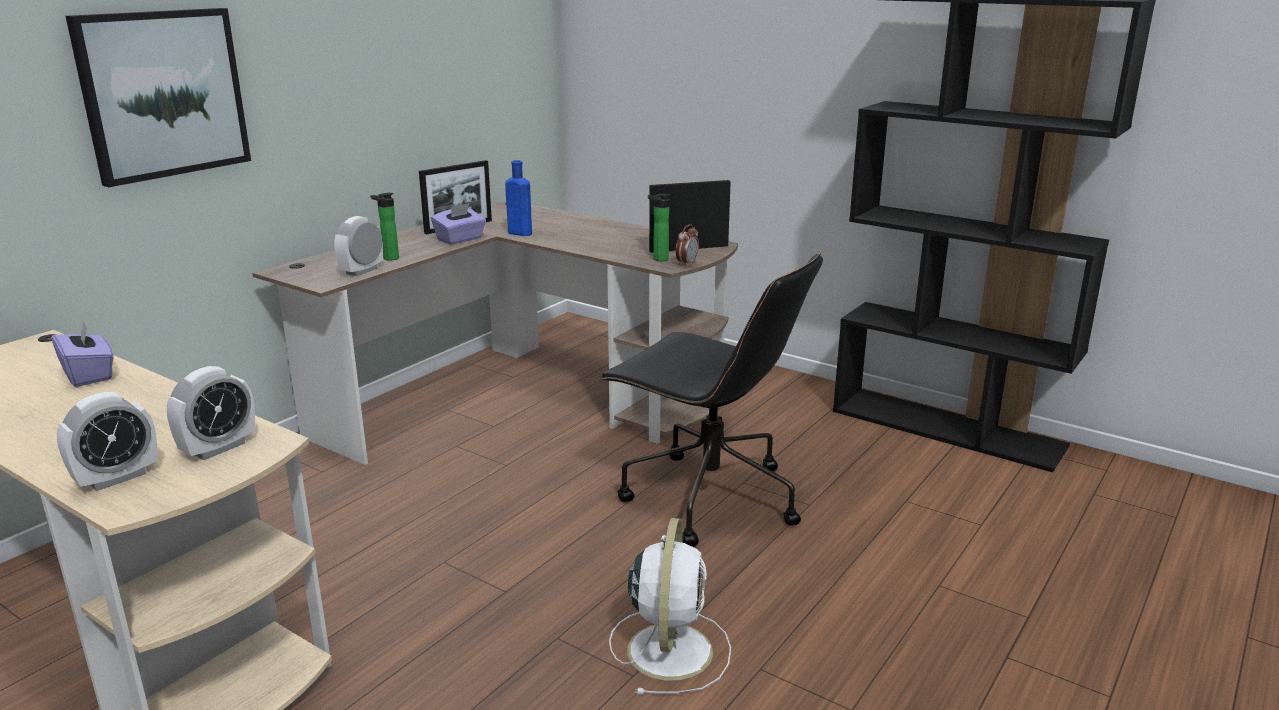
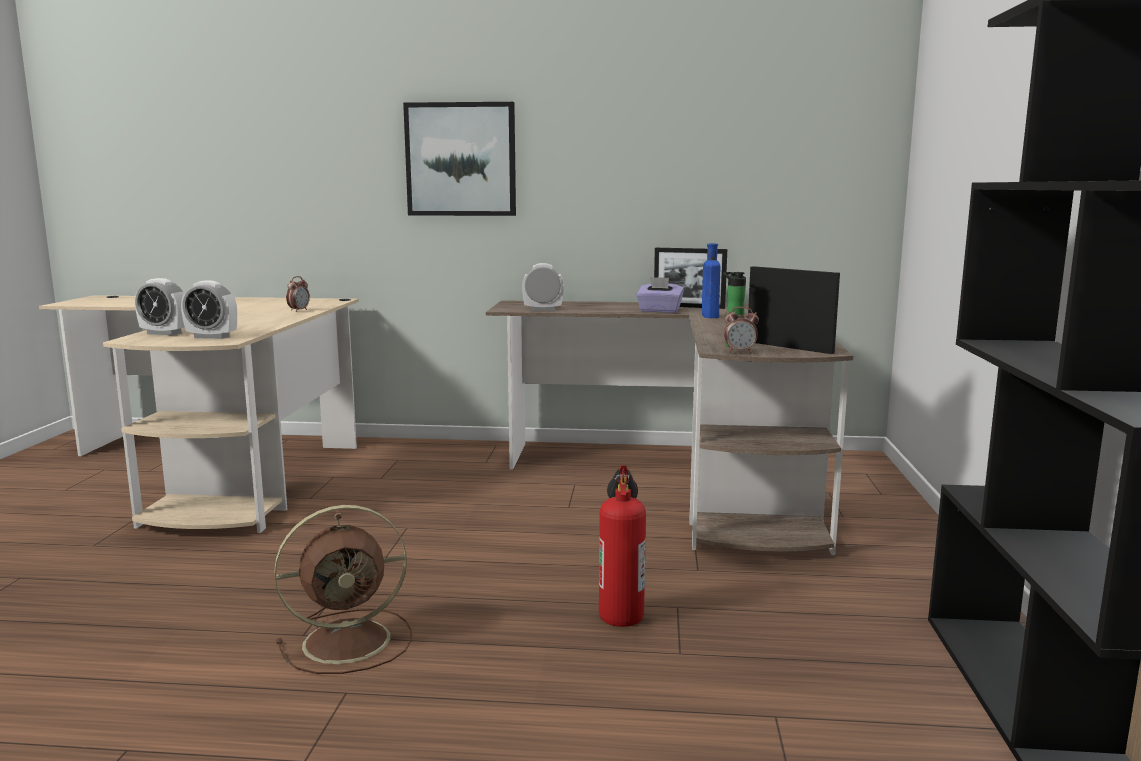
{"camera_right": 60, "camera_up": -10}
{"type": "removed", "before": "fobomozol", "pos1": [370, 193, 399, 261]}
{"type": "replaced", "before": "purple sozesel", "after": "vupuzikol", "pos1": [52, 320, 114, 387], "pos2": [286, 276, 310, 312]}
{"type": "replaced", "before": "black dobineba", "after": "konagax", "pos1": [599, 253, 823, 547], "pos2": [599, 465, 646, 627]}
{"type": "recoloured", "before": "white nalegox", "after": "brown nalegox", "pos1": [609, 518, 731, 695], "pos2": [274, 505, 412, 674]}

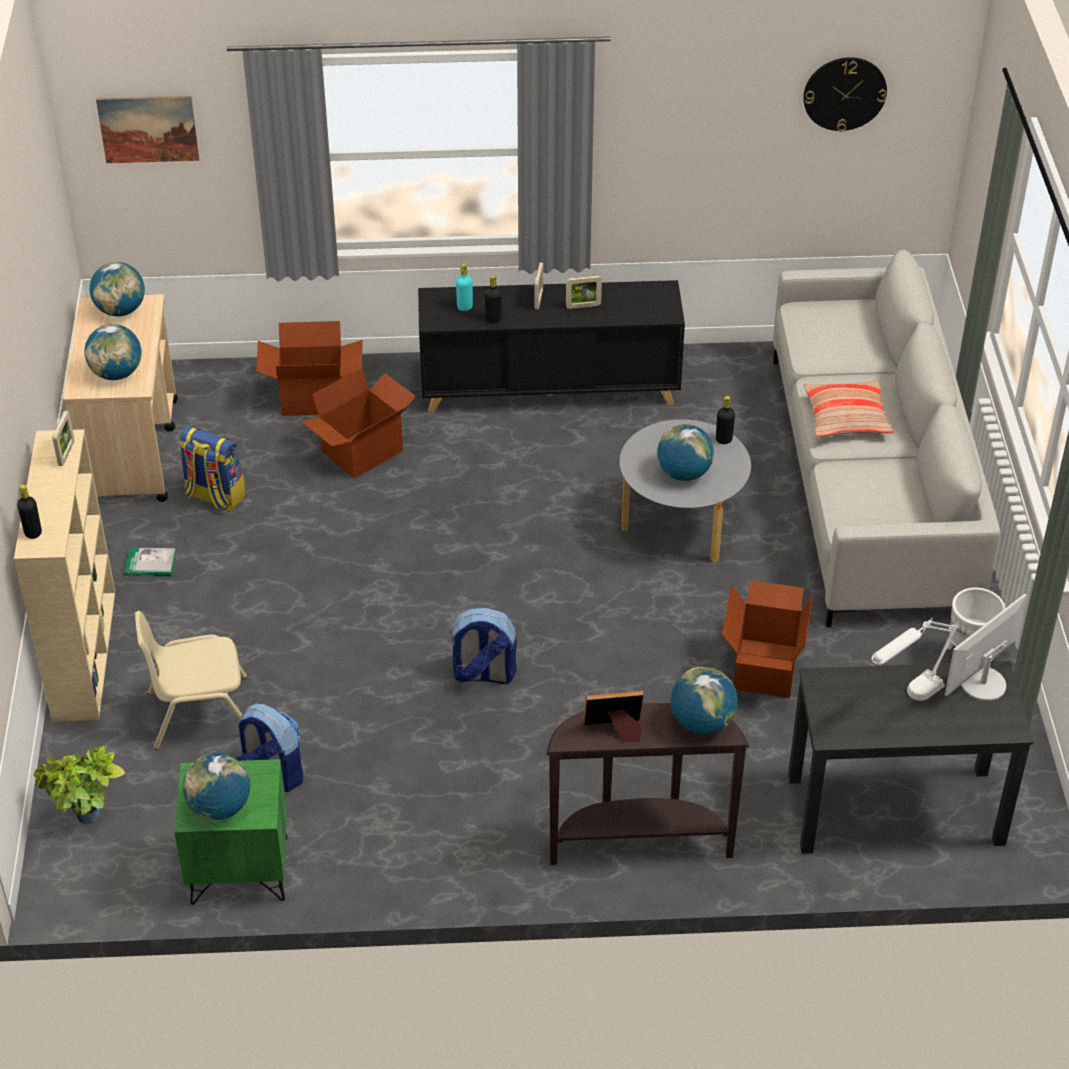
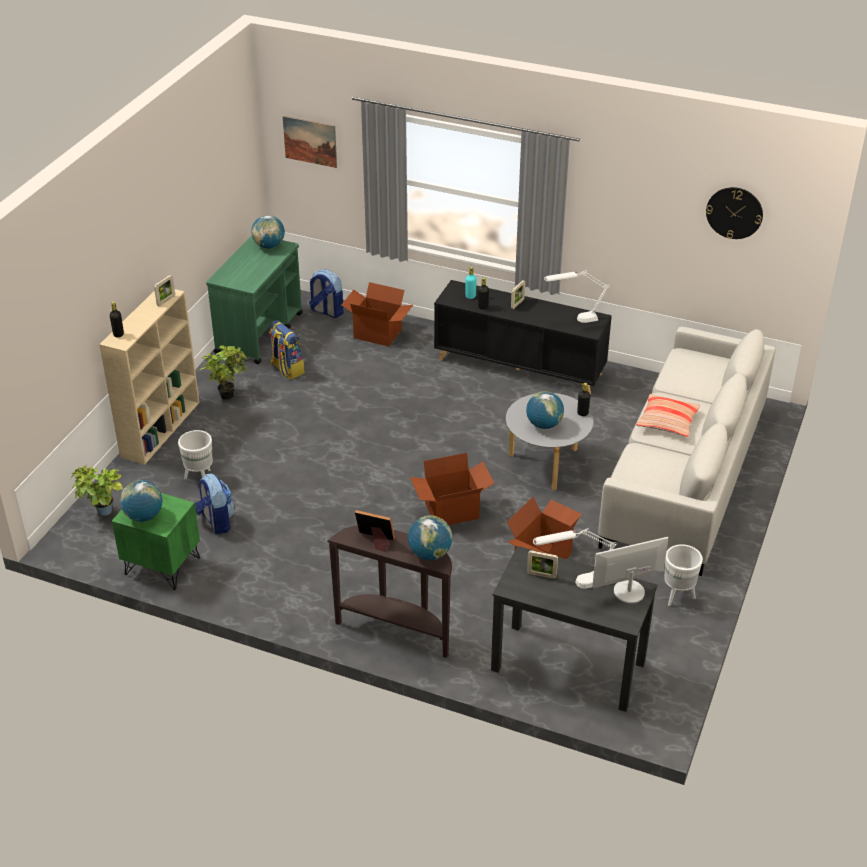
{"camera_right": 25, "camera_up": -5}
{"type": "removed", "before": "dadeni", "pos1": [84, 324, 142, 380]}
{"type": "added", "after": "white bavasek", "pos2": [544, 270, 609, 323]}
{"type": "moved", "before": "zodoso", "pos1": [301, 367, 416, 479], "pos2": [410, 453, 495, 525]}
{"type": "moved", "before": "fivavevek", "pos1": [449, 608, 517, 684], "pos2": [309, 269, 344, 318]}
{"type": "moved", "before": "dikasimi", "pos1": [566, 275, 602, 309], "pos2": [527, 550, 558, 579]}
{"type": "replaced", "before": "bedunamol", "after": "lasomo", "pos1": [124, 548, 176, 576], "pos2": [199, 346, 247, 400]}
{"type": "replaced", "before": "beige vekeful", "after": "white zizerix", "pos1": [135, 611, 247, 750], "pos2": [178, 430, 213, 479]}
{"type": "recoloured", "before": "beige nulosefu", "after": "green nulosefu", "pos1": [63, 294, 178, 502], "pos2": [206, 236, 303, 364]}

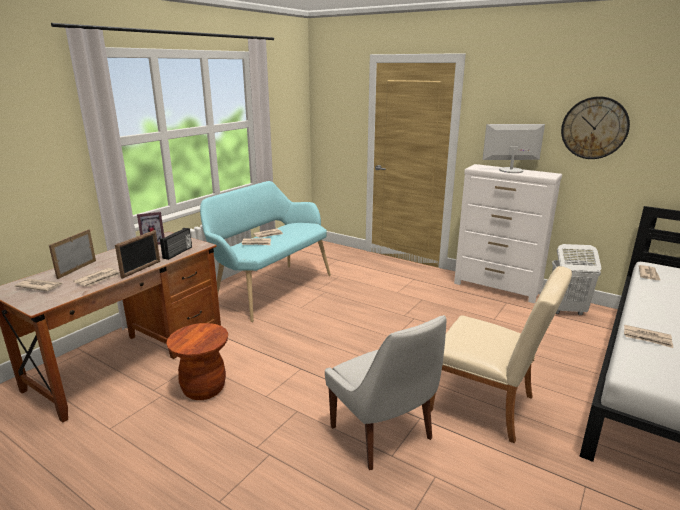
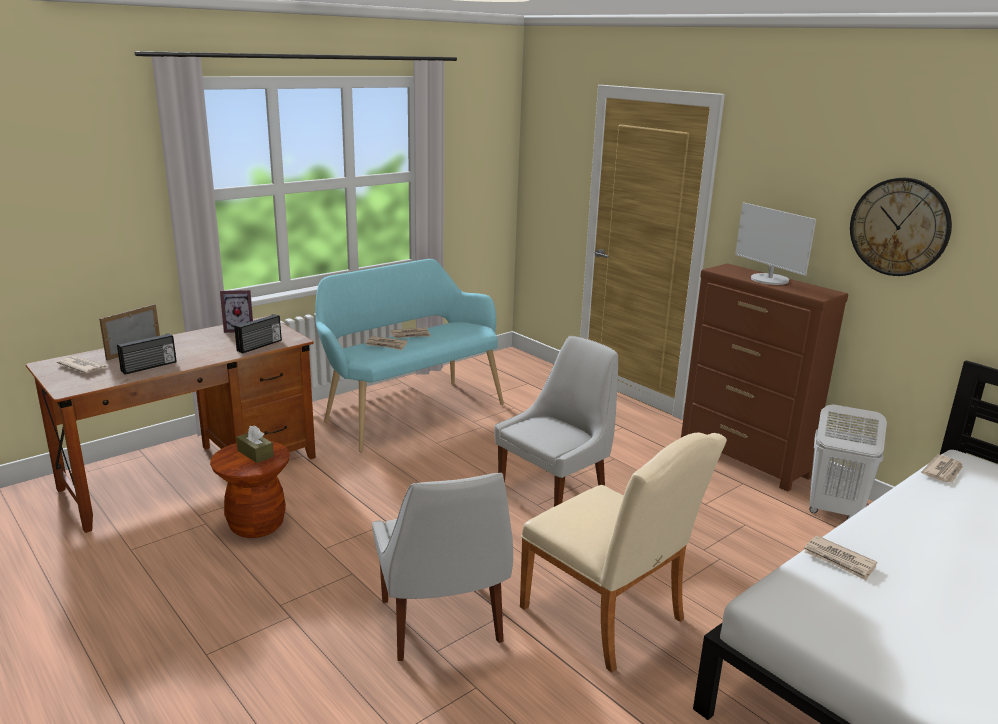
{"camera_right": 15, "camera_up": 0}
{"type": "removed", "before": "dikasimi", "pos1": [115, 230, 160, 279]}
{"type": "added", "after": "brown sozesel", "pos2": [236, 425, 274, 463]}
{"type": "added", "after": "white vekeful", "pos2": [494, 336, 618, 507]}
{"type": "replaced", "before": "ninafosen", "after": "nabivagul", "pos1": [73, 268, 120, 287], "pos2": [117, 333, 177, 374]}
{"type": "recoloured", "before": "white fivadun", "after": "brown fivadun", "pos1": [454, 164, 562, 303], "pos2": [681, 263, 848, 492]}
{"type": "turned", "before": "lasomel", "pos1": [483, 124, 545, 173], "pos2": [735, 203, 816, 285], "turn": -135}

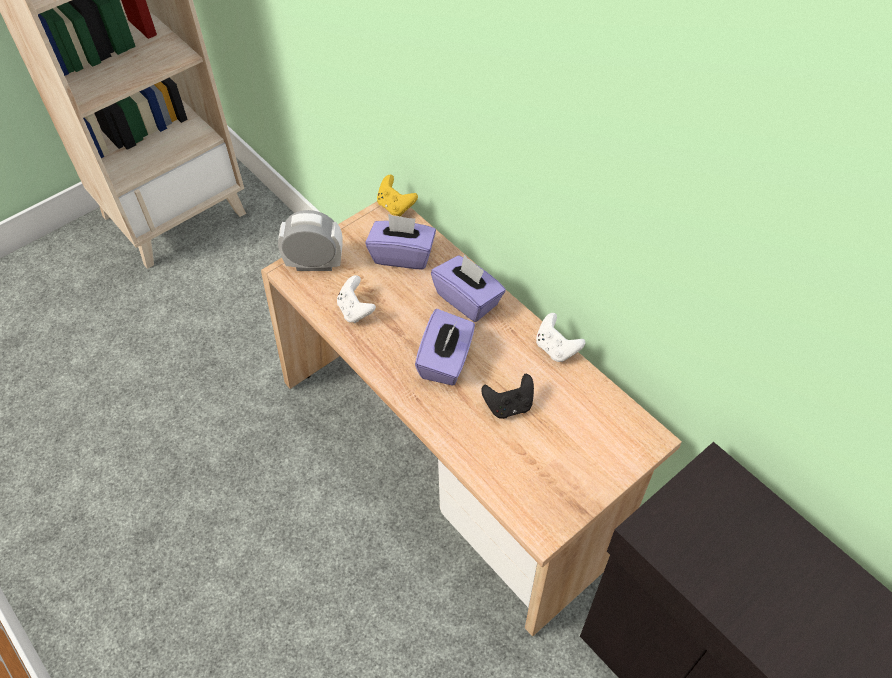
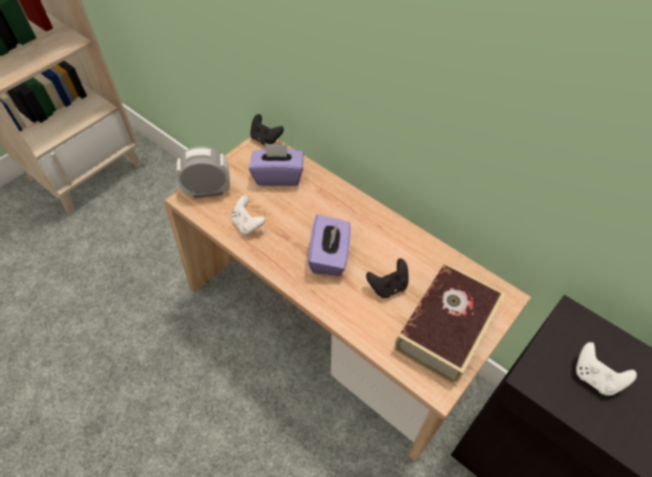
{"camera_right": -10, "camera_up": 0}
{"type": "removed", "before": "purple sozesel", "pos1": [431, 254, 506, 322]}
{"type": "added", "after": "bedunamol", "pos2": [395, 263, 506, 386]}
{"type": "moved", "before": "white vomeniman", "pos1": [536, 313, 585, 362], "pos2": [576, 342, 637, 396]}
{"type": "recoloured", "before": "yellow vomeniman", "after": "black vomeniman", "pos1": [377, 175, 418, 216], "pos2": [250, 114, 284, 146]}

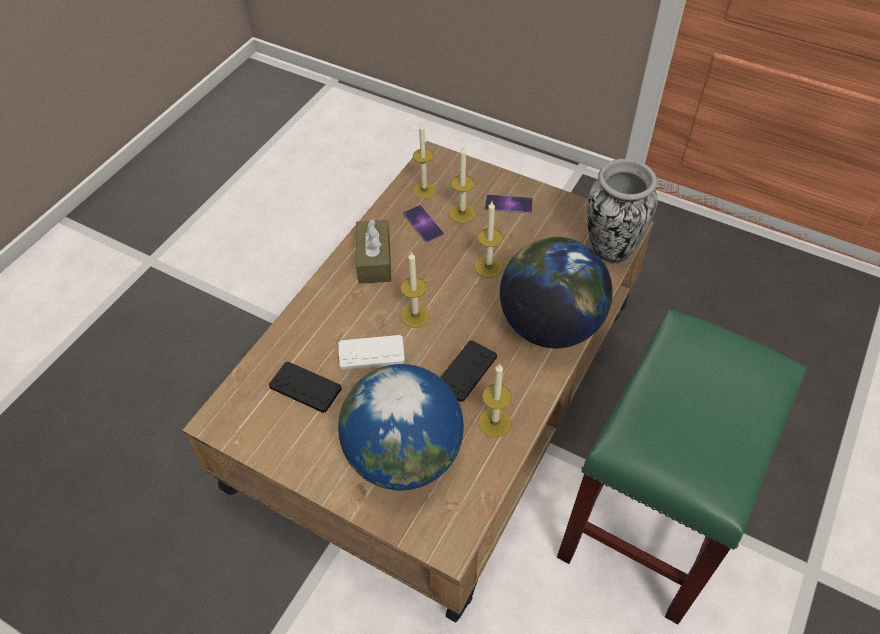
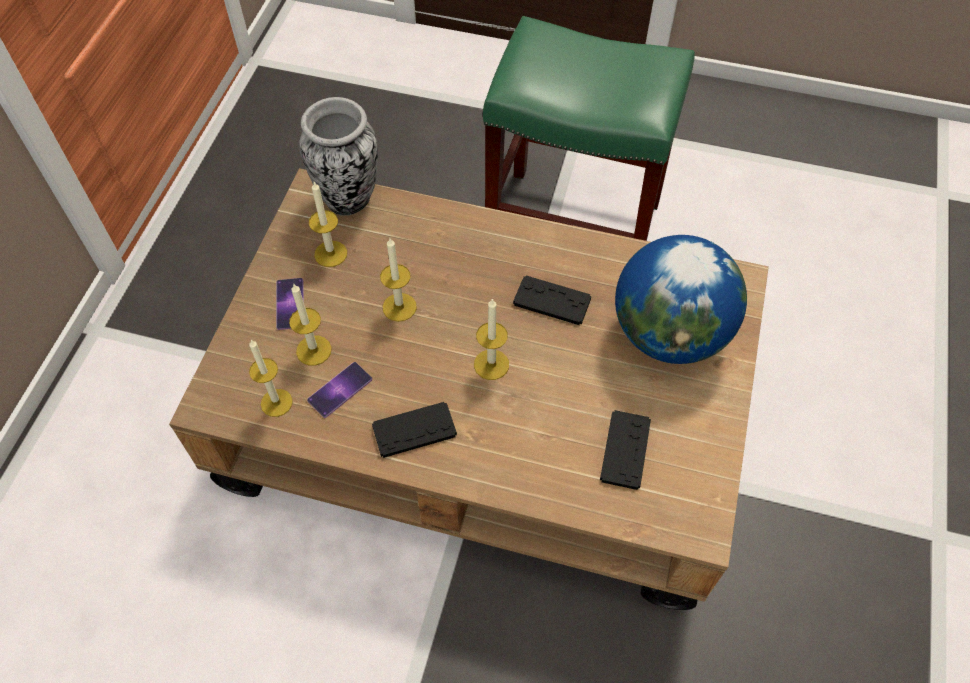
{"camera_right": -105, "camera_up": 5}
{"type": "removed", "before": "white vomeniman", "pos1": [339, 335, 405, 370]}
{"type": "removed", "before": "dadeni", "pos1": [500, 237, 613, 348]}
{"type": "moved", "before": "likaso", "pos1": [478, 363, 512, 437], "pos2": [309, 182, 347, 267]}
{"type": "replaced", "before": "brown sozesel", "after": "black vomeniman", "pos1": [356, 218, 391, 284], "pos2": [372, 402, 457, 458]}

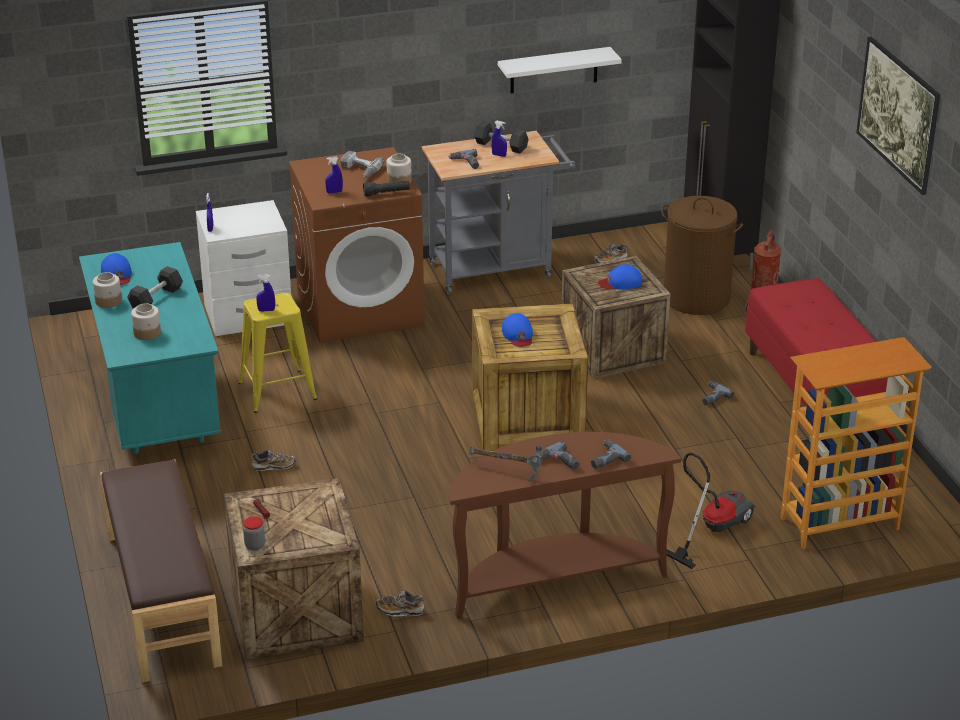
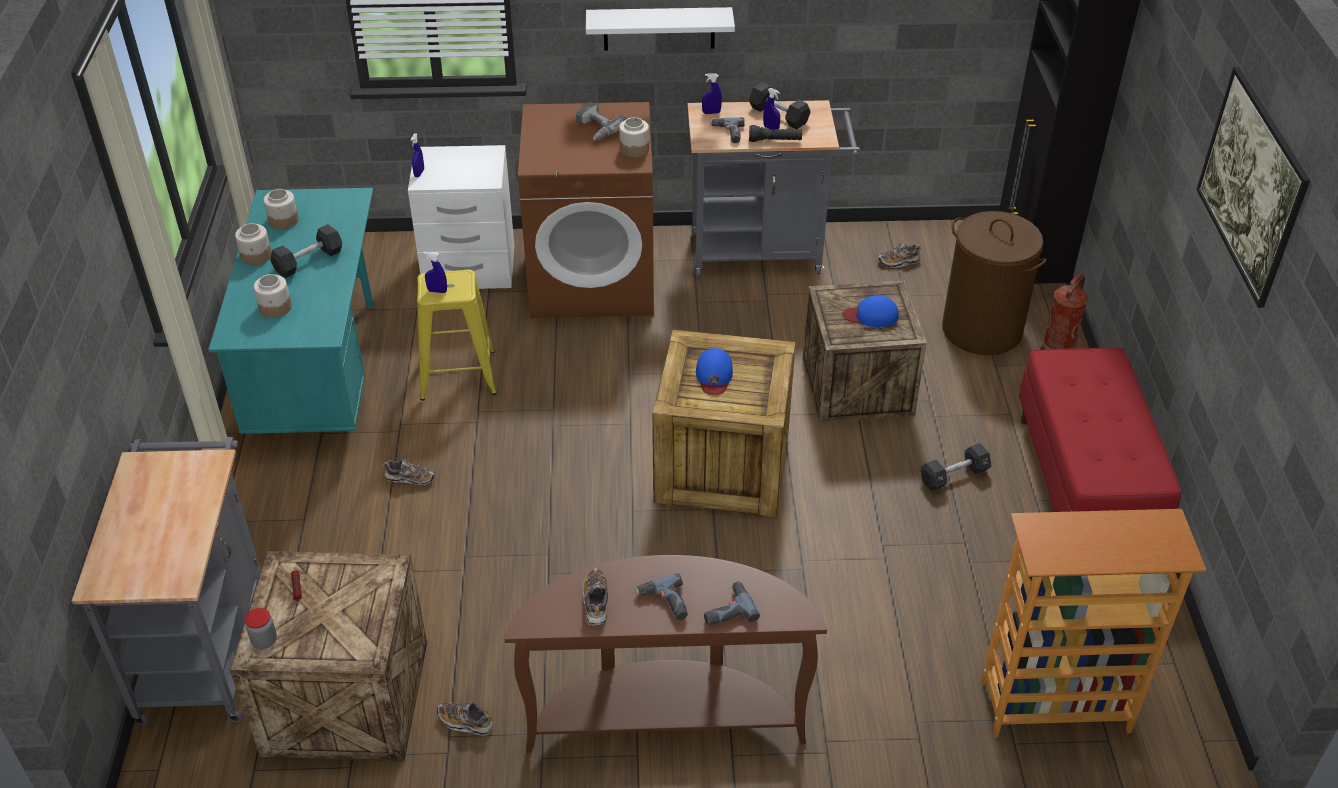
{"camera_right": 15, "camera_up": 10}
{"type": "removed", "before": "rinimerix", "pos1": [666, 453, 755, 569]}
{"type": "moved", "before": "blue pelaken", "pos1": [325, 156, 343, 194], "pos2": [702, 73, 722, 114]}
{"type": "moved", "before": "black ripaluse", "pos1": [363, 181, 410, 197], "pos2": [749, 125, 802, 142]}
{"type": "moved", "before": "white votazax", "pos1": [498, 47, 622, 93], "pos2": [586, 7, 735, 50]}
{"type": "replaced", "before": "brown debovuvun", "after": "grey nulosefu", "pos1": [100, 459, 222, 682], "pos2": [72, 437, 261, 725]}
{"type": "replaced", "before": "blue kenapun", "after": "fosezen", "pos1": [101, 253, 132, 285], "pos2": [263, 189, 299, 230]}
{"type": "replaced", "before": "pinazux", "after": "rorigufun", "pos1": [470, 445, 542, 481], "pos2": [582, 568, 608, 626]}
{"type": "replaced", "before": "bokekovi", "after": "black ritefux", "pos1": [703, 381, 735, 405], "pos2": [921, 443, 991, 491]}

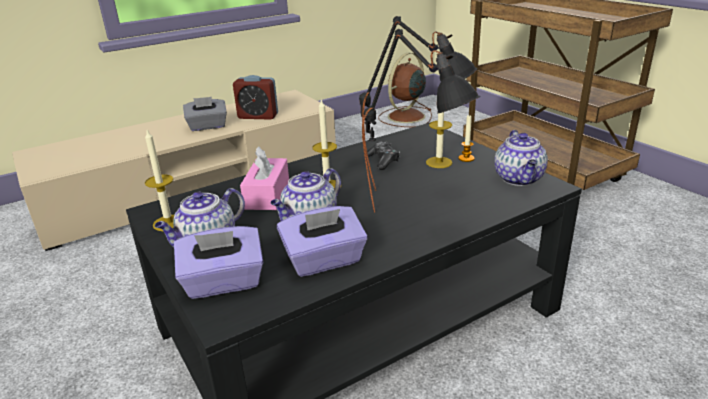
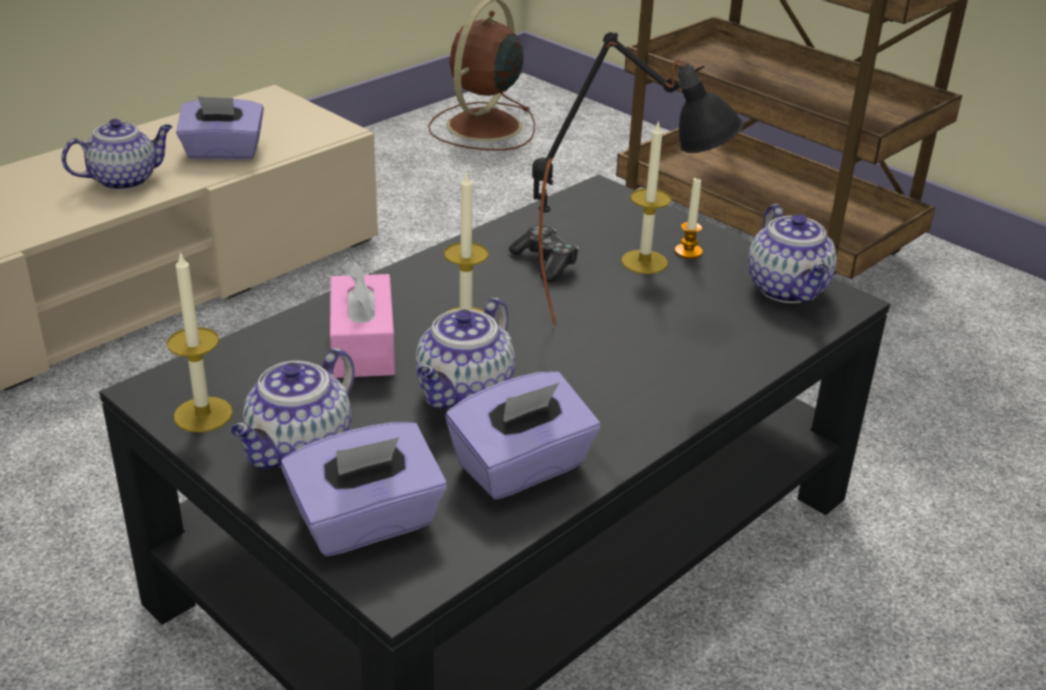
{"camera_right": -15, "camera_up": 5}
{"type": "removed", "before": "black bavasek", "pos1": [362, 29, 480, 212]}
{"type": "replaced", "before": "grey sozesel", "after": "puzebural", "pos1": [183, 97, 227, 131], "pos2": [61, 119, 173, 190]}
{"type": "replaced", "before": "vupuzikol", "after": "purple sozesel", "pos1": [233, 75, 278, 120], "pos2": [176, 96, 264, 160]}

